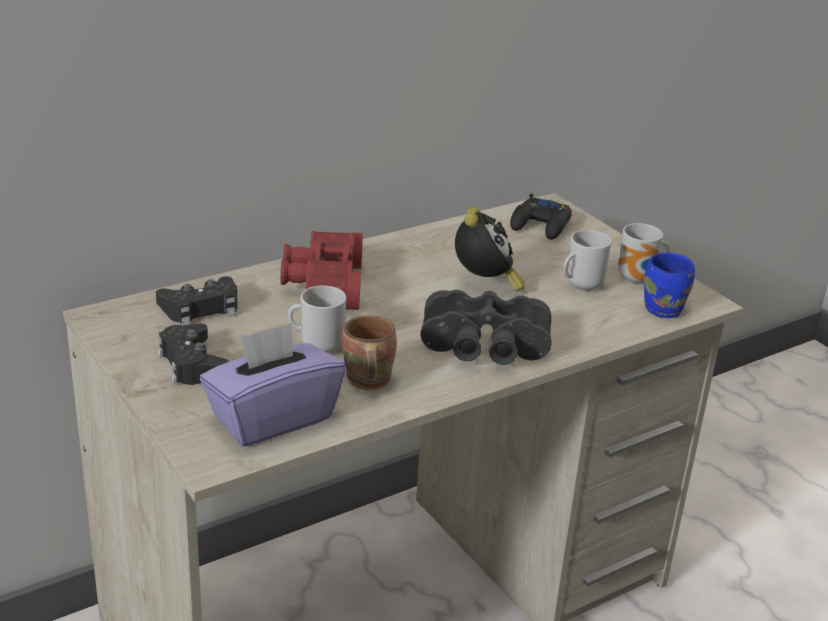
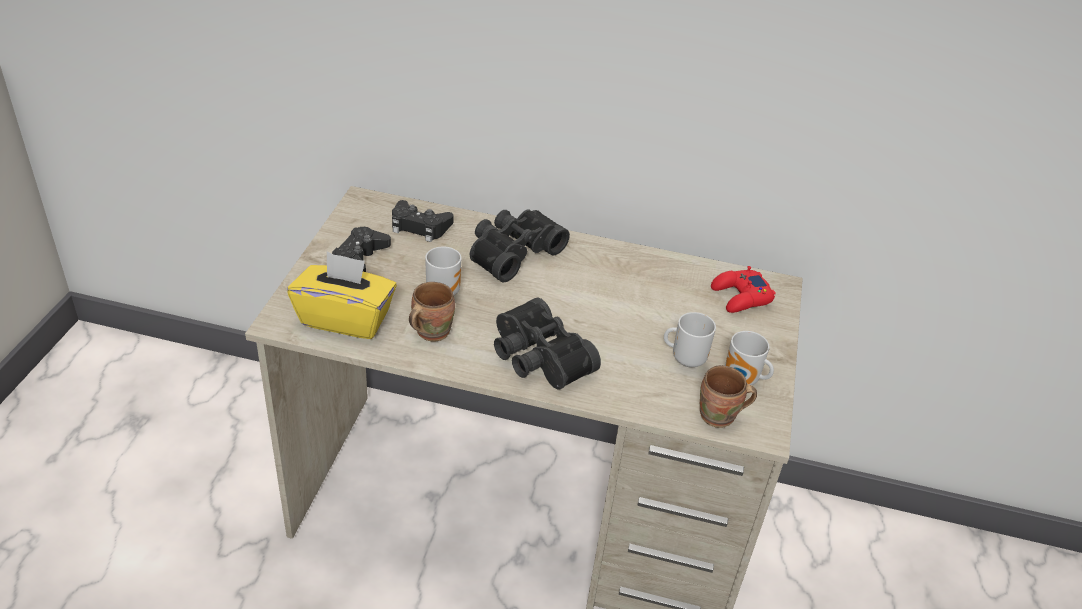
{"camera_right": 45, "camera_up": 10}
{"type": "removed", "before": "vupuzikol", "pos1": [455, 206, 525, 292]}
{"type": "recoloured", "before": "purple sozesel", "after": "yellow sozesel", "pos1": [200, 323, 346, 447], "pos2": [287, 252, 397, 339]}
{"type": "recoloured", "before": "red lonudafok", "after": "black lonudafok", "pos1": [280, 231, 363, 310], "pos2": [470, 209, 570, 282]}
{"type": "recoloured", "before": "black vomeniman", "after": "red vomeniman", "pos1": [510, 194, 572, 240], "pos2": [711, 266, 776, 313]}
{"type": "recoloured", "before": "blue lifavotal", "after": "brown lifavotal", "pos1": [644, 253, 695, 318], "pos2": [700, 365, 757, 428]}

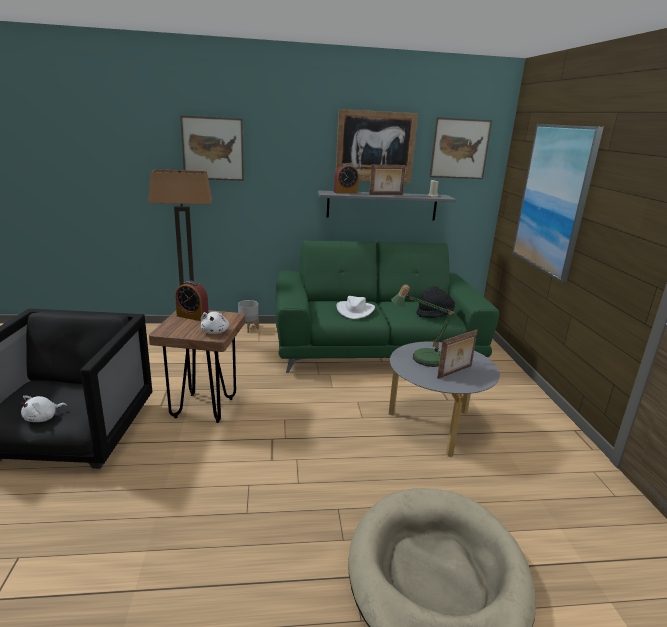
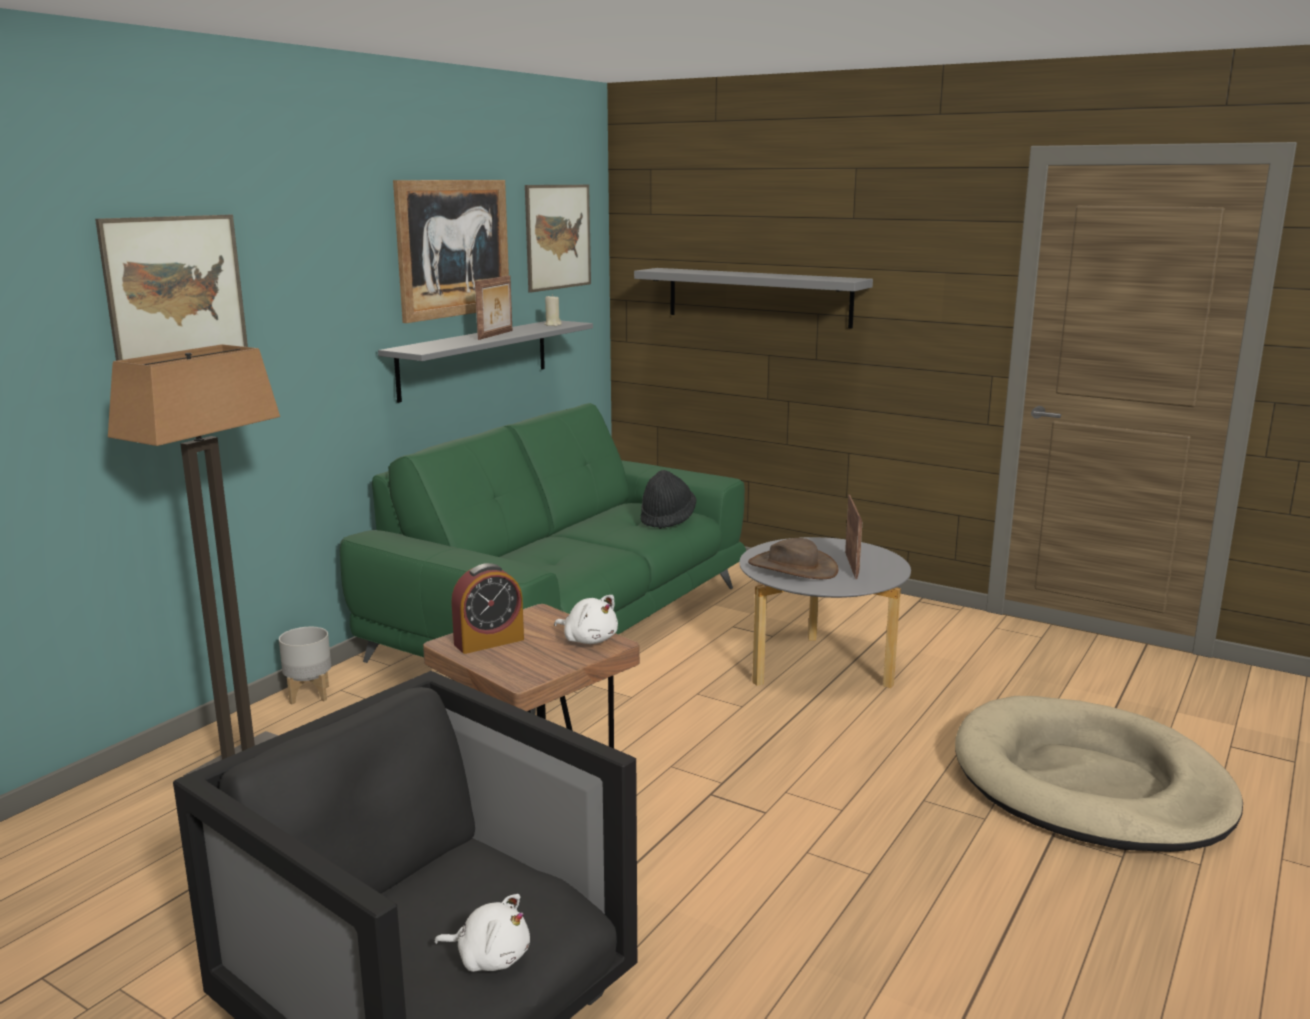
{"camera_right": -50, "camera_up": -5}
{"type": "removed", "before": "vupuzikol", "pos1": [334, 163, 359, 194]}
{"type": "removed", "before": "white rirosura", "pos1": [336, 296, 375, 319]}
{"type": "replaced", "before": "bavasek", "after": "brown rirosura", "pos1": [391, 284, 456, 367], "pos2": [748, 538, 839, 579]}
{"type": "replaced", "before": "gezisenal", "after": "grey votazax", "pos1": [512, 124, 604, 283], "pos2": [634, 268, 873, 329]}
{"type": "turned", "before": "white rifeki", "pos1": [21, 396, 67, 422], "pos2": [434, 894, 530, 972], "turn": -60}

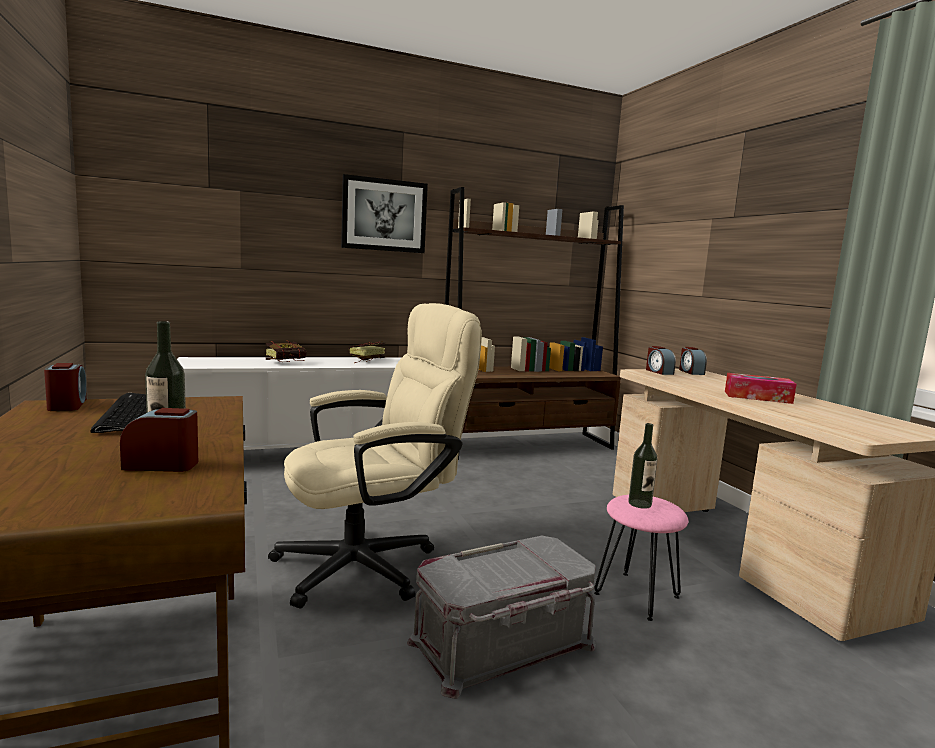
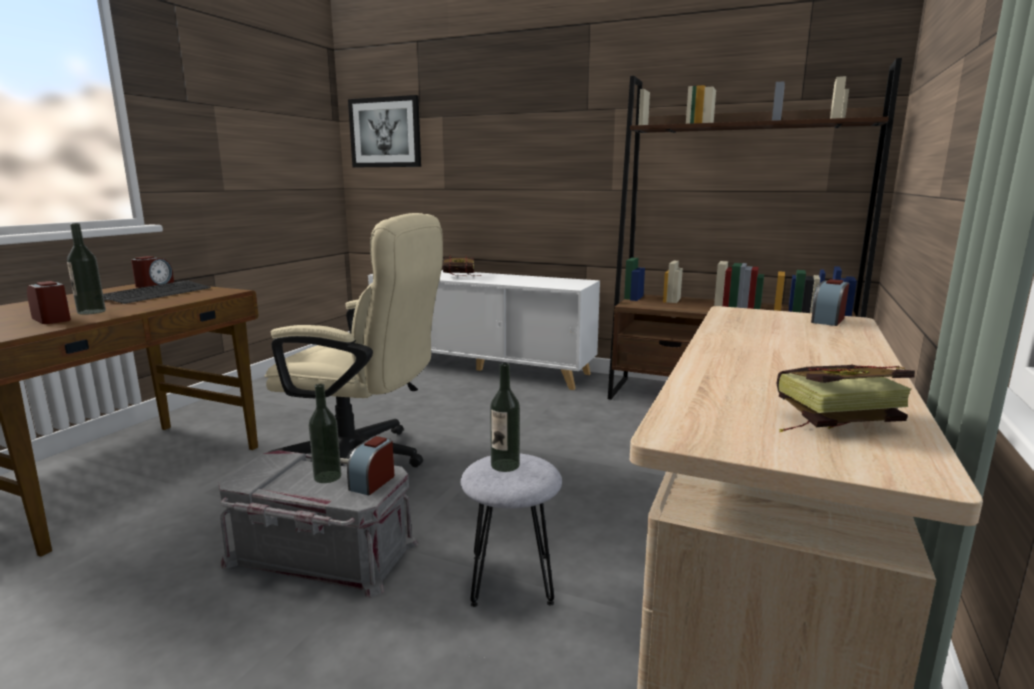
{"camera_right": 45, "camera_up": 5}
{"type": "removed", "before": "sozesel", "pos1": [725, 373, 796, 404]}
{"type": "added", "after": "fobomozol", "pos2": [309, 384, 341, 483]}
{"type": "moved", "before": "gezisenal", "pos1": [341, 174, 428, 253], "pos2": [348, 95, 421, 167]}
{"type": "moved", "before": "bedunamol", "pos1": [349, 341, 385, 363], "pos2": [777, 364, 915, 432]}
{"type": "moved", "before": "vupuzikol", "pos1": [646, 346, 676, 375], "pos2": [347, 436, 395, 495]}
{"type": "recoloured", "before": "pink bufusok", "after": "grey bufusok", "pos1": [594, 495, 688, 621], "pos2": [461, 454, 562, 607]}

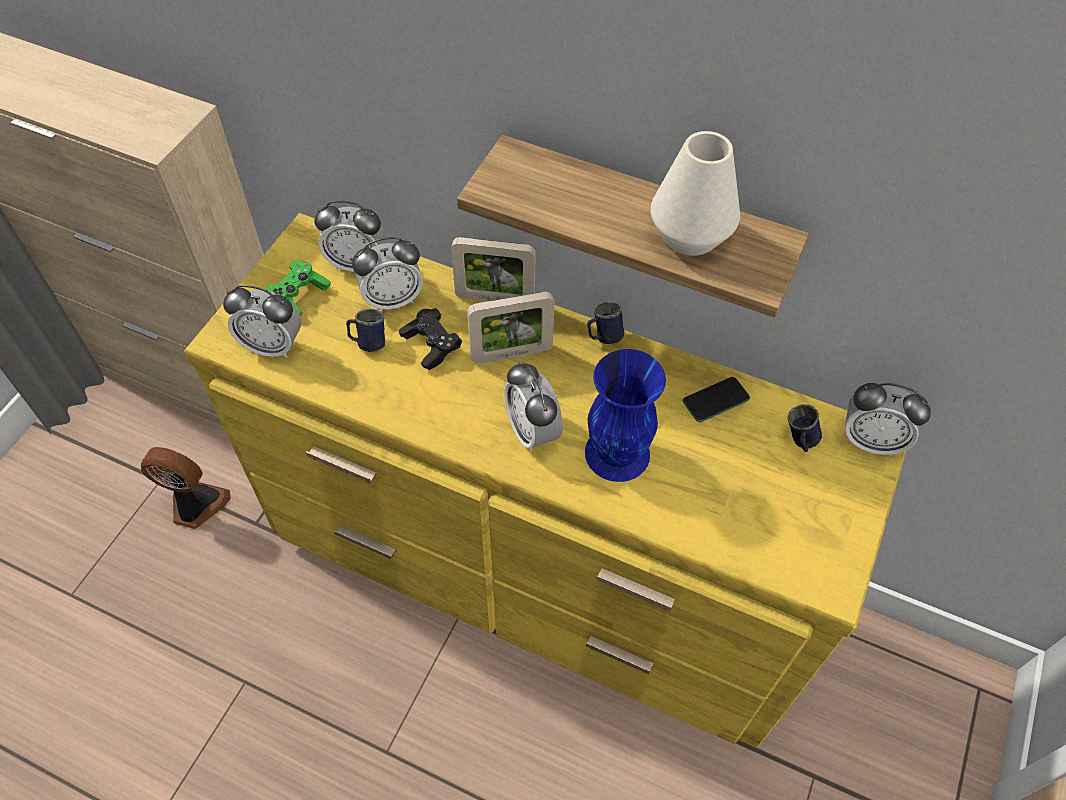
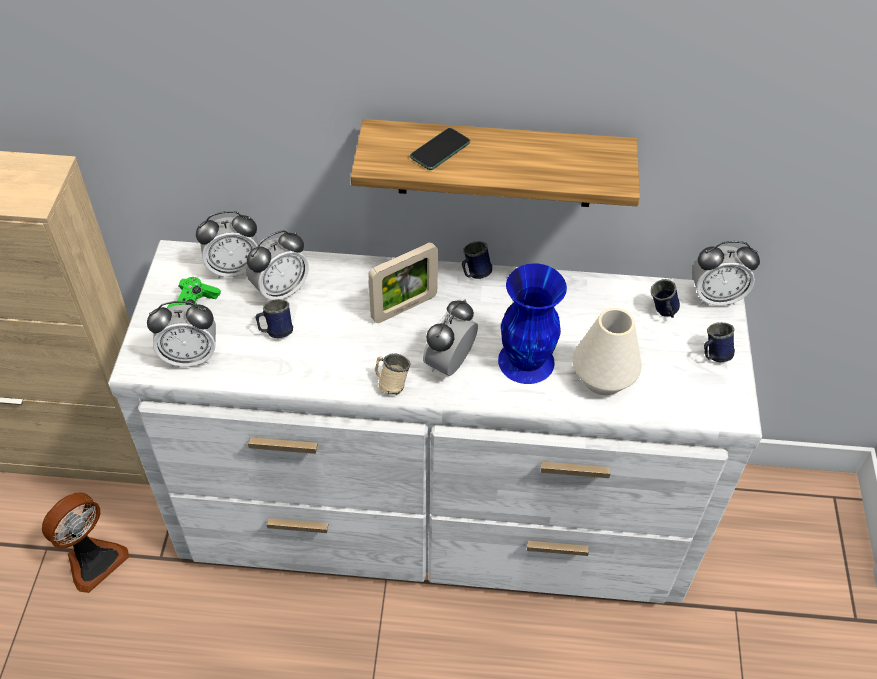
{"camera_right": -20, "camera_up": -5}
{"type": "removed", "before": "black vomeniman", "pos1": [399, 308, 462, 370]}
{"type": "removed", "before": "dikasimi", "pos1": [451, 237, 536, 301]}
{"type": "added", "after": "beige lifavotal", "pos2": [375, 354, 410, 395]}
{"type": "added", "after": "blue lifavotal", "pos2": [704, 322, 735, 362]}
{"type": "moved", "before": "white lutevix", "pos1": [651, 131, 740, 256], "pos2": [573, 308, 642, 395]}
{"type": "moved", "before": "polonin", "pos1": [683, 377, 750, 422], "pos2": [410, 128, 470, 170]}
{"type": "recoloured", "before": "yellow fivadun", "after": "white fivadun", "pos1": [184, 213, 906, 748], "pos2": [108, 240, 762, 603]}
{"type": "turned", "before": "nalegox", "pos1": [141, 447, 231, 529], "pos2": [42, 492, 129, 593], "turn": 135}
{"type": "turned", "before": "vupuzikol", "pos1": [504, 361, 563, 452], "pos2": [423, 300, 478, 376], "turn": 75}

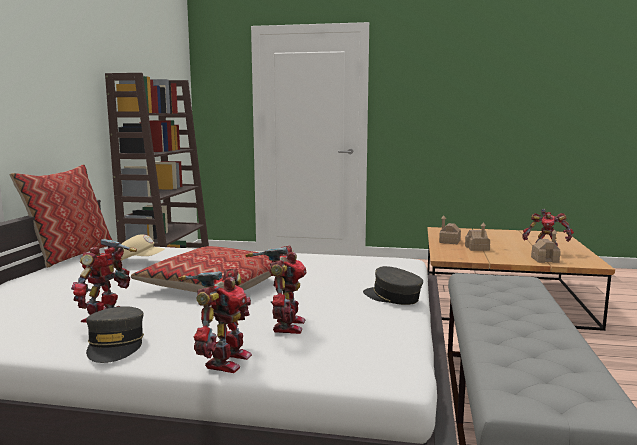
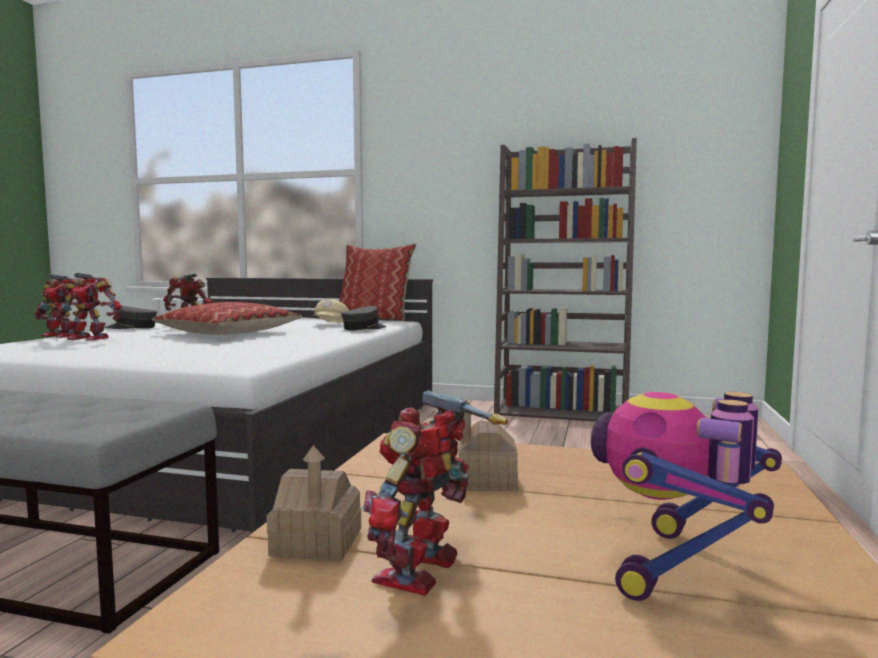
{"camera_right": 95, "camera_up": -5}
{"type": "removed", "before": "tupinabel", "pos1": [439, 216, 461, 244]}
{"type": "added", "after": "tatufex", "pos2": [591, 392, 782, 601]}
{"type": "moved", "before": "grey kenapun", "pos1": [363, 266, 423, 305], "pos2": [341, 306, 387, 330]}

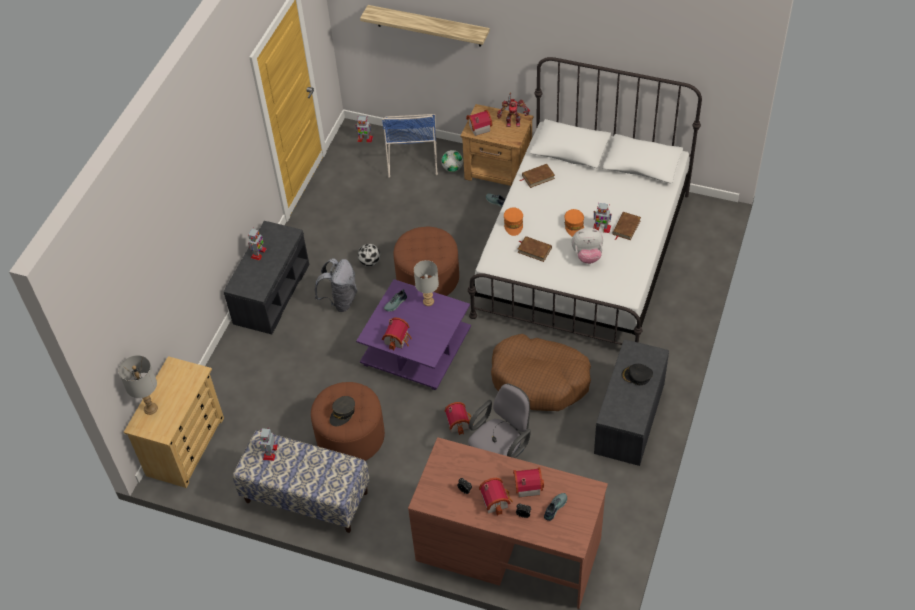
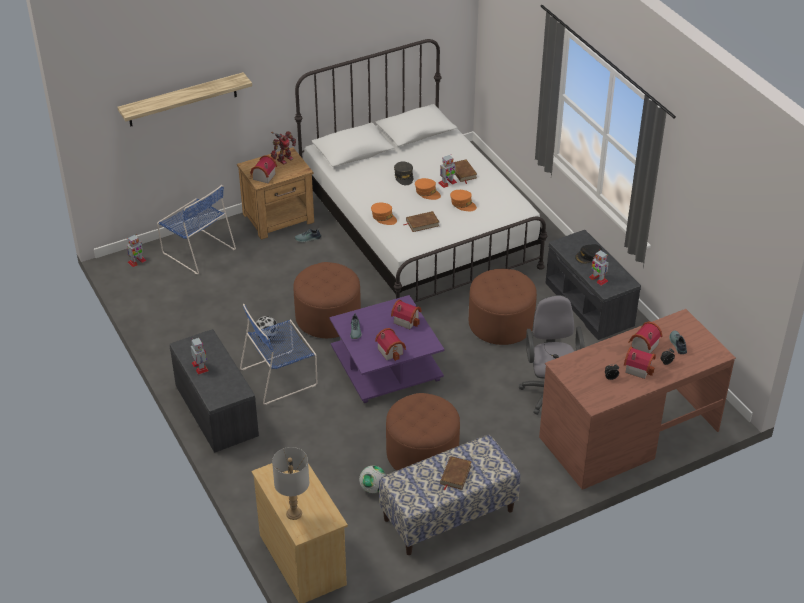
{"camera_right": -50, "camera_up": -10}
{"type": "removed", "before": "grey bavasek", "pos1": [414, 260, 439, 306]}
{"type": "moved", "before": "tatufex", "pos1": [260, 428, 278, 461], "pos2": [589, 249, 609, 286]}
{"type": "moved", "before": "grey kenapun", "pos1": [330, 396, 355, 426], "pos2": [394, 161, 413, 185]}
{"type": "moved", "before": "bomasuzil", "pos1": [441, 150, 463, 172], "pos2": [359, 466, 386, 493]}
{"type": "moved", "before": "tupinabel", "pos1": [444, 402, 471, 435], "pos2": [391, 300, 422, 329]}
{"type": "moved", "before": "brown bedunamol", "pos1": [520, 164, 555, 188], "pos2": [440, 456, 472, 491]}
{"type": "replaced", "before": "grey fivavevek", "after": "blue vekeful", "pos1": [315, 258, 357, 312], "pos2": [240, 304, 317, 405]}
{"type": "replaced", "before": "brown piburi", "after": "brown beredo", "pos1": [491, 334, 591, 411], "pos2": [469, 269, 537, 345]}
{"type": "replaced", "before": "rifeki", "after": "orange kenapun", "pos1": [572, 228, 603, 264], "pos2": [450, 190, 477, 211]}

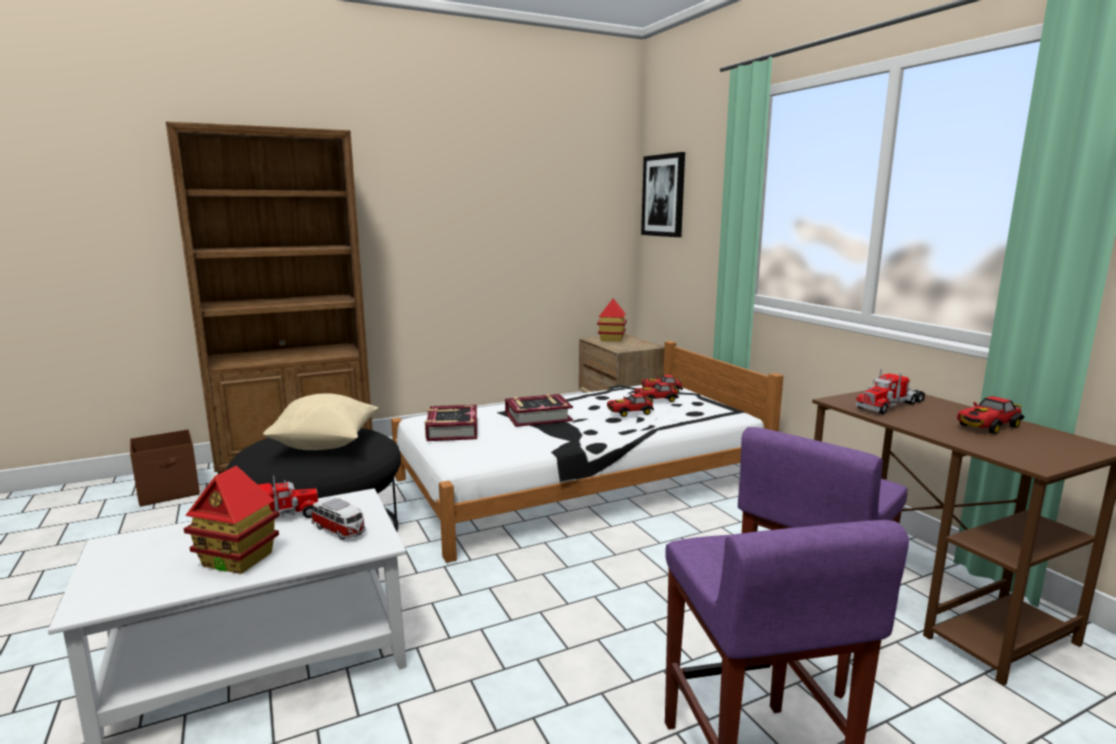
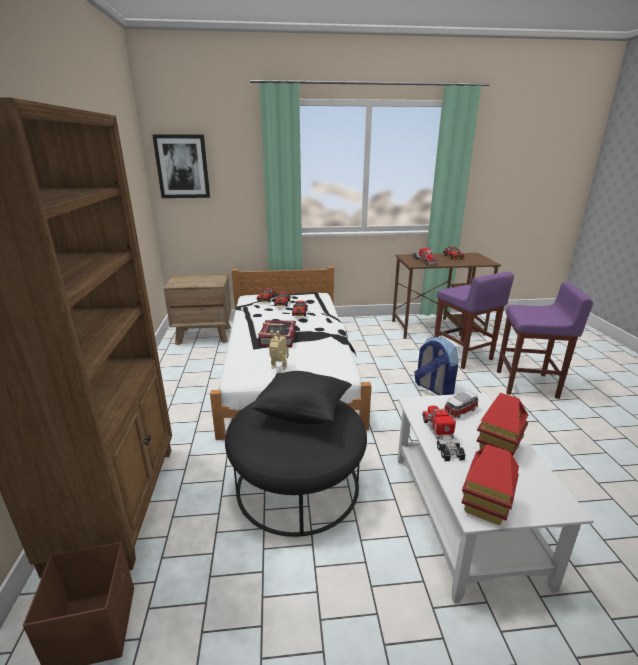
{"camera_right": -70, "camera_up": 10}
{"type": "added", "after": "fivavevek", "pos2": [414, 337, 458, 395]}
{"type": "moved", "before": "tupinabel", "pos1": [597, 298, 627, 342], "pos2": [462, 444, 519, 525]}
{"type": "replaced", "before": "bedunamol", "after": "tatufex", "pos1": [425, 405, 477, 441], "pos2": [269, 330, 289, 370]}
{"type": "recoloured", "before": "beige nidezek", "after": "black nidezek", "pos1": [263, 393, 378, 450], "pos2": [250, 371, 352, 424]}

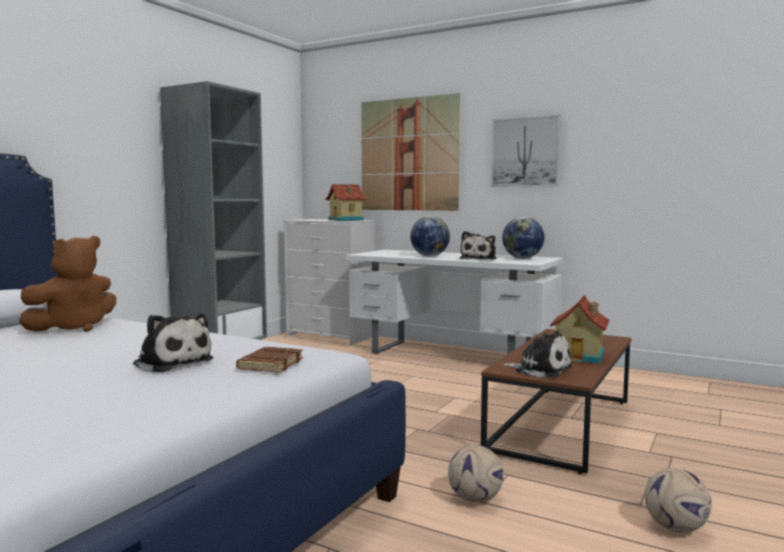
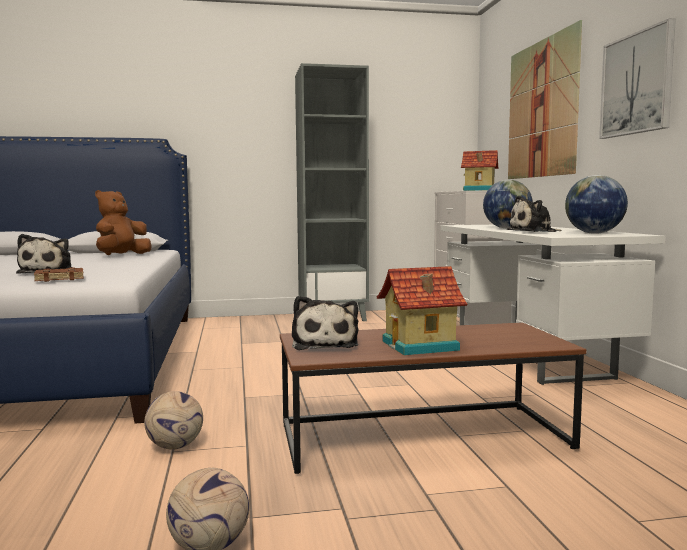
{"camera_right": 50, "camera_up": 0}
{"type": "turned", "before": "brown rifeki", "pos1": [19, 236, 116, 332], "pos2": [95, 190, 151, 255], "turn": 120}

